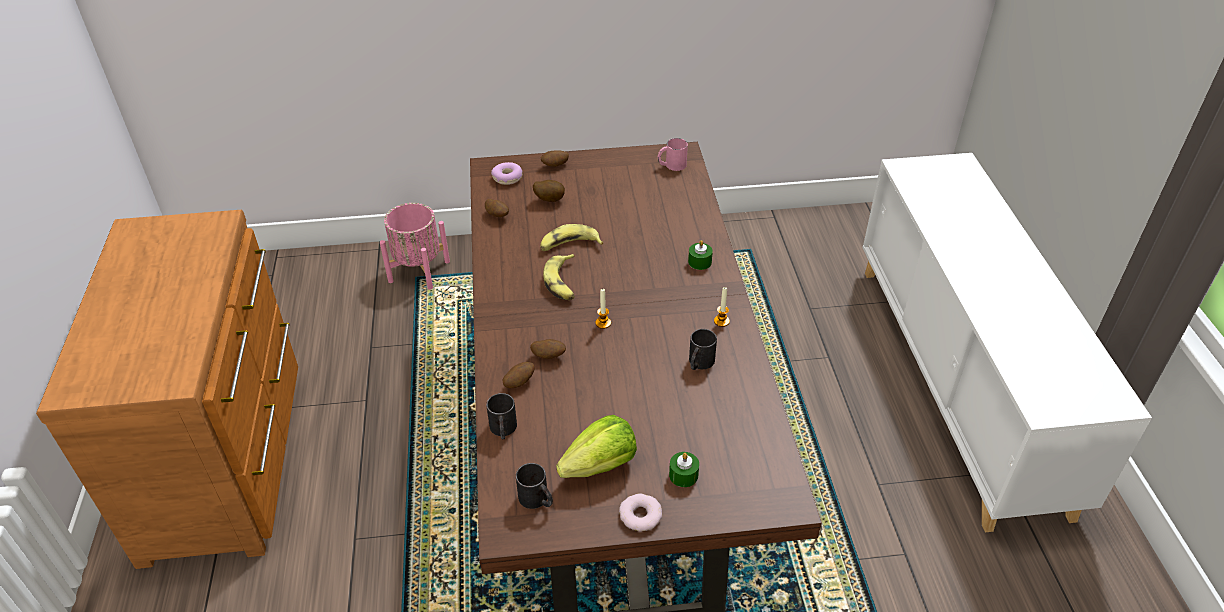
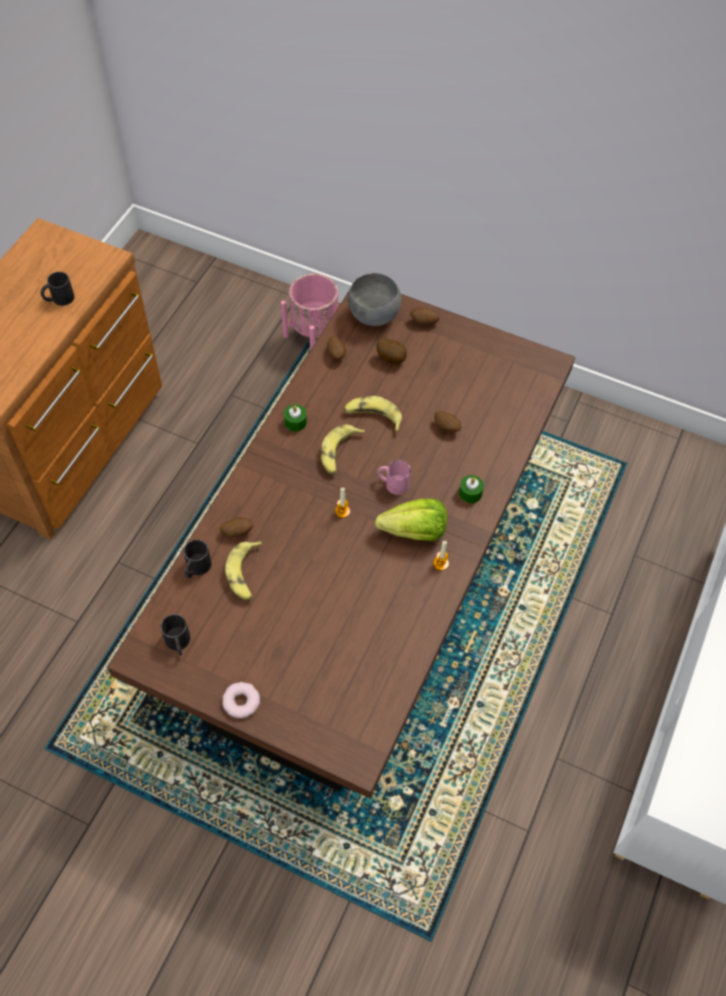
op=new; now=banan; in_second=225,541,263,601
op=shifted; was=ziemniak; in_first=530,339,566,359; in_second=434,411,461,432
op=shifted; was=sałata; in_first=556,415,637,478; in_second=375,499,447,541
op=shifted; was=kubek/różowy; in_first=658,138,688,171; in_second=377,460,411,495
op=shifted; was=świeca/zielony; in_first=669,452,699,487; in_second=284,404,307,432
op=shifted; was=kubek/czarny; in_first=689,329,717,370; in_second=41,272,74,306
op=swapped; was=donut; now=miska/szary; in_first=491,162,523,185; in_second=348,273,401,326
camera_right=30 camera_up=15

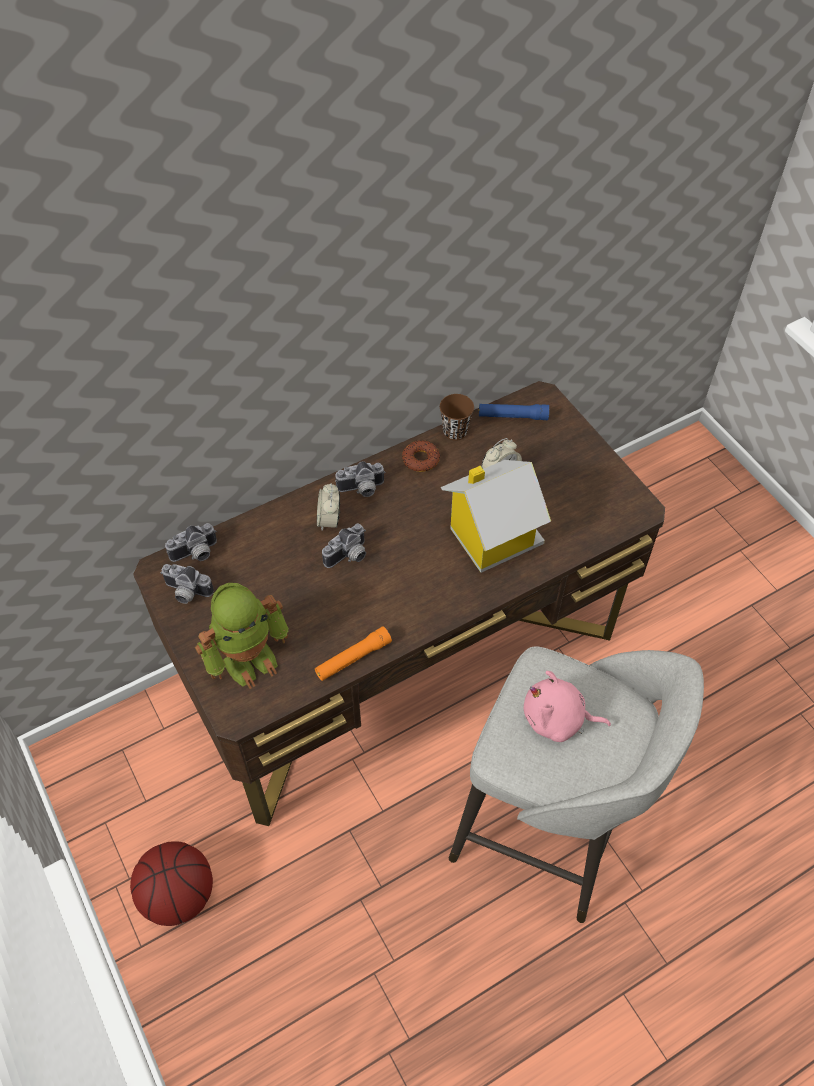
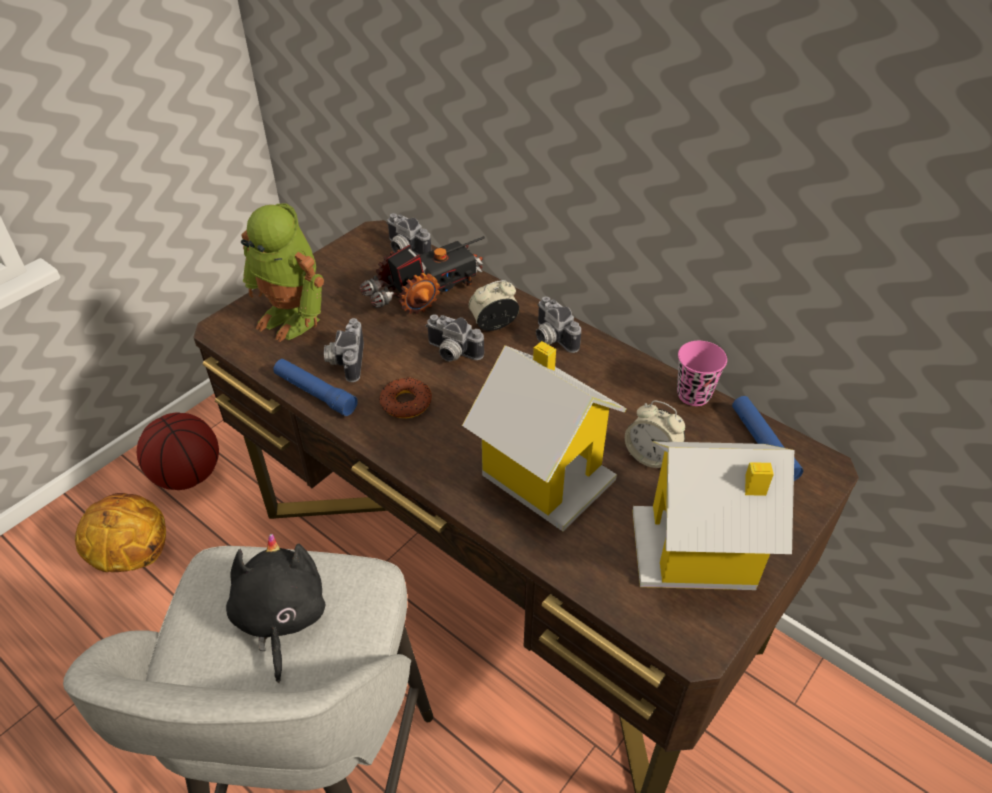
op=new; now=piłka do koszykówki; in_second=75,493,166,572
op=new; now=ciężarówka zabawkowa; in_second=360,236,485,314
op=new; now=domek; in_second=632,441,794,590
op=shifted; was=aparat fotograficzny; in_first=160,564,214,604; in_second=324,318,364,382
op=shifted; was=donut; in_first=402,440,440,472; in_second=379,377,432,418
op=repainted; was=latarka/pomarańczowy; now=latarka/niebieski; in_first=315,626,392,681; in_second=273,359,358,416
op=repainted; was=filiżanka/brązowy; now=filiżanka/różowy; in_first=440,394,474,441; in_second=677,341,727,406
op=repainted; was=pluszak/różowy; now=pluszak/czarny; in_first=524,671,611,742; in_second=226,534,325,683
camera_right=70 camera_up=-10

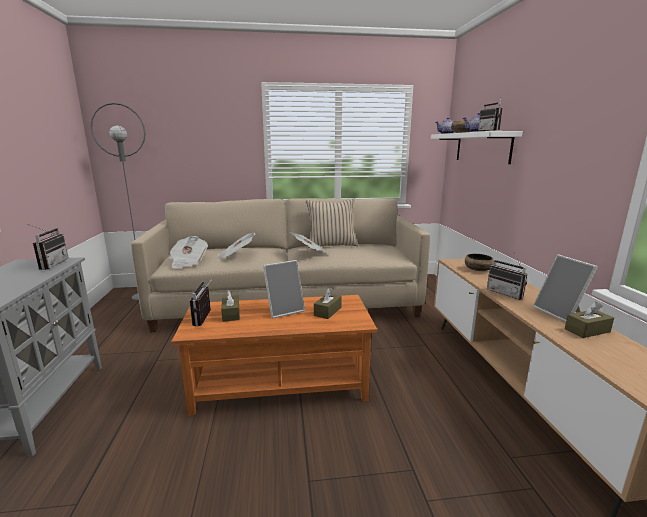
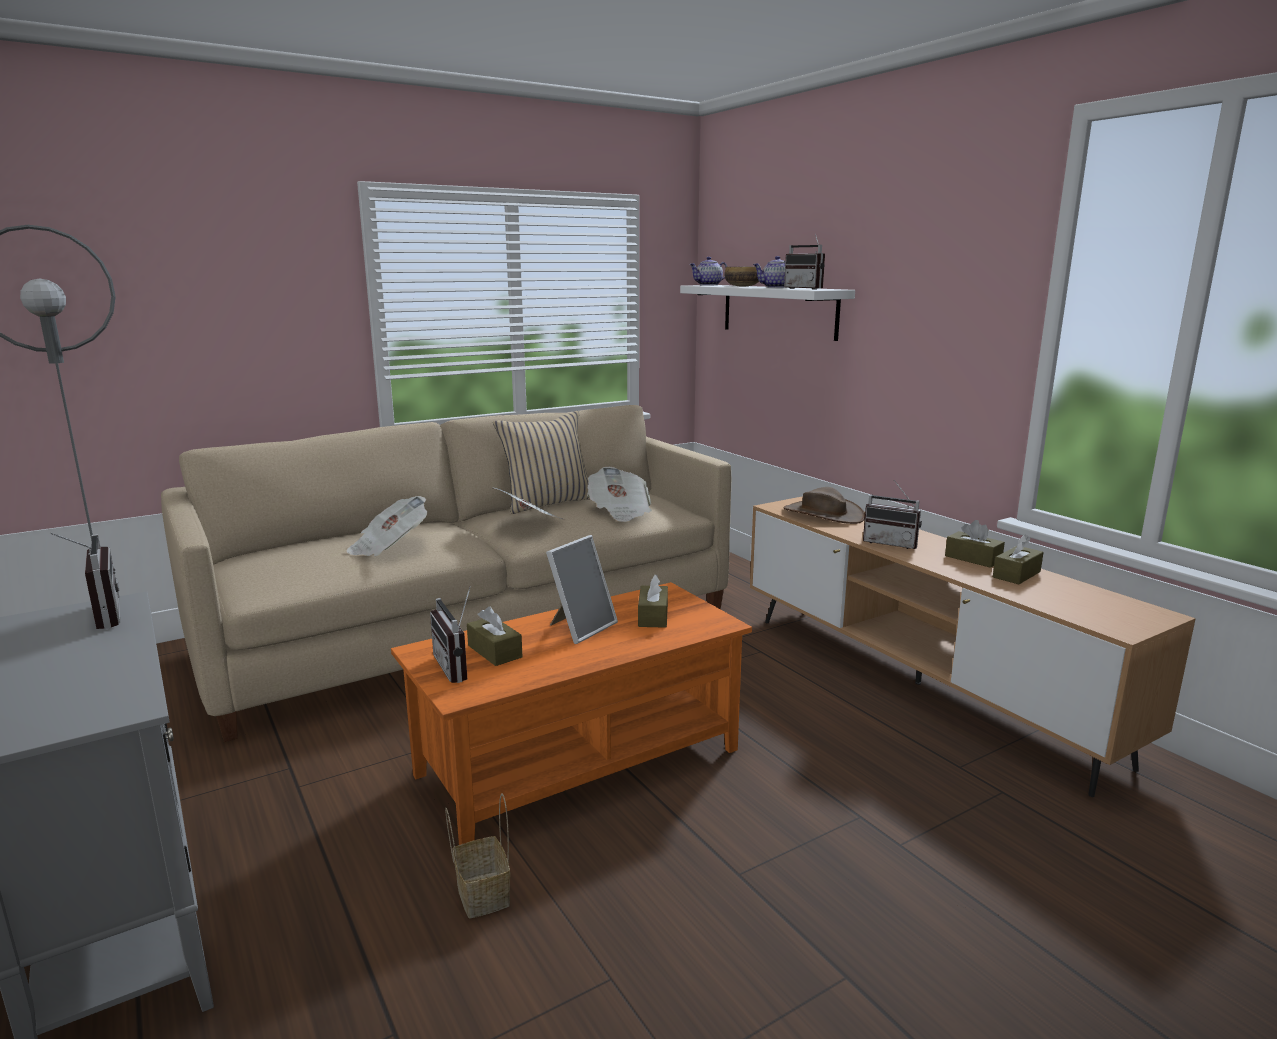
op=new; now=koszyk; in_second=445,793,510,918
op=shifted; was=gazeta; in_first=169,236,208,268; in_second=588,467,652,522
op=swapped; was=miska; now=kapelusz/brązowy; in_first=465,254,493,271; in_second=783,487,865,524
op=swapped; was=ramka na zdjęcie; now=pudełko chusteczek/brązowy; in_first=533,254,598,322; in_second=945,520,1005,568
camera_right=-25 camera_up=0

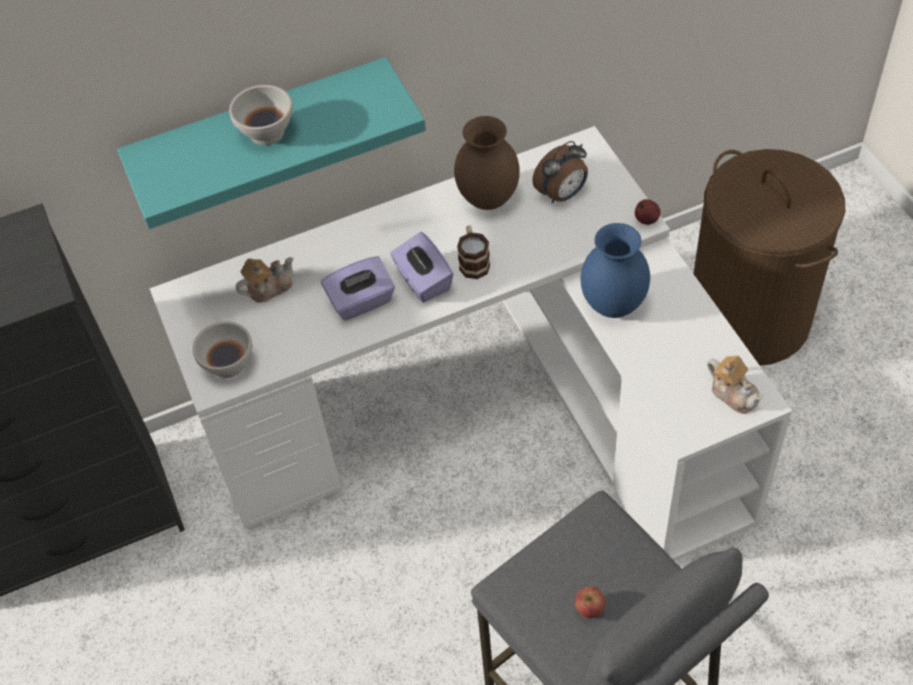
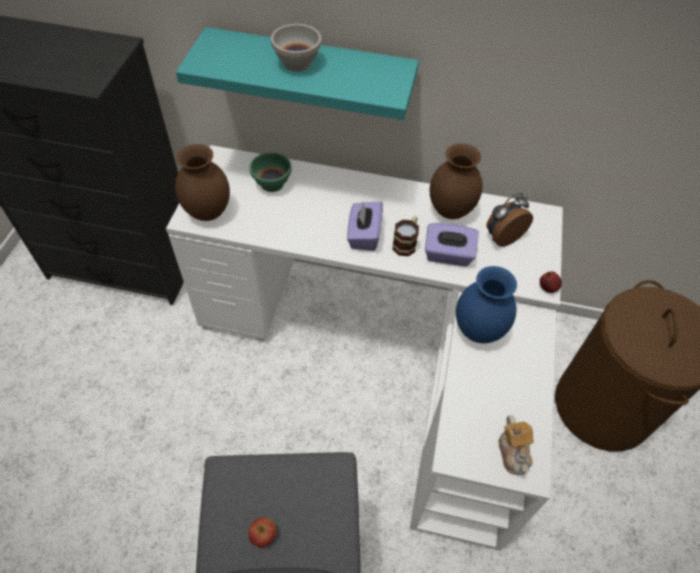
op=shifted; was=pudełko chusteczek/fioletowy; in_first=321,256,395,321; in_second=425,223,479,266
op=swapped; was=miska/biały; now=wazon/brązowy; in_first=193,321,252,378; in_second=175,144,230,221
op=swapped; was=imbryk; now=miska/zielony; in_first=235,257,293,303; in_second=250,152,292,192
op=rotated; was=budzik; in_first=532,141,588,203; in_second=486,193,533,247; clockwise=150
camera_right=30 camera_up=0

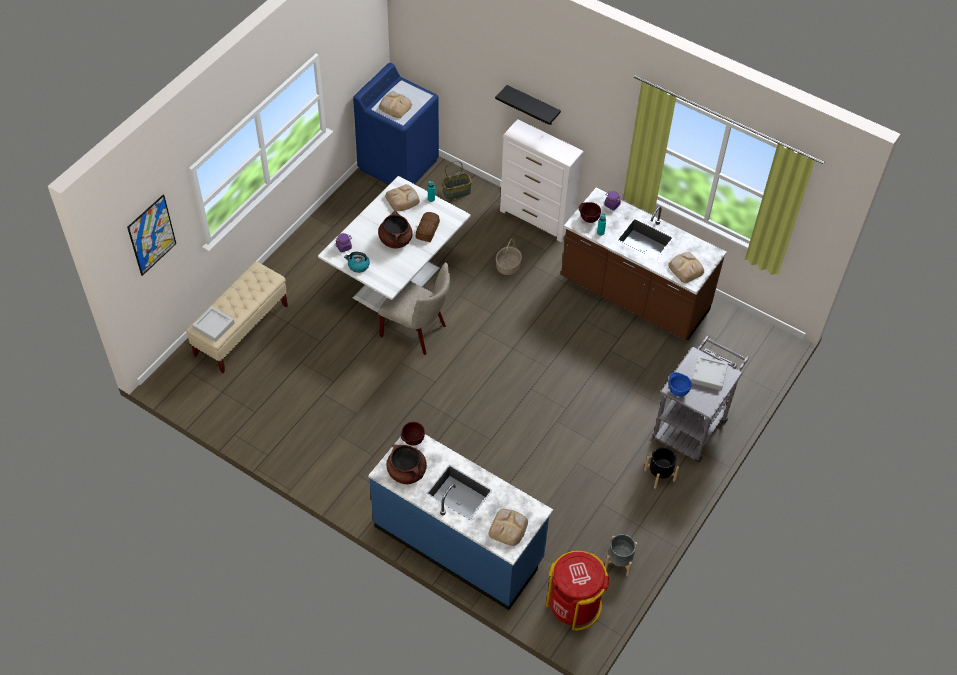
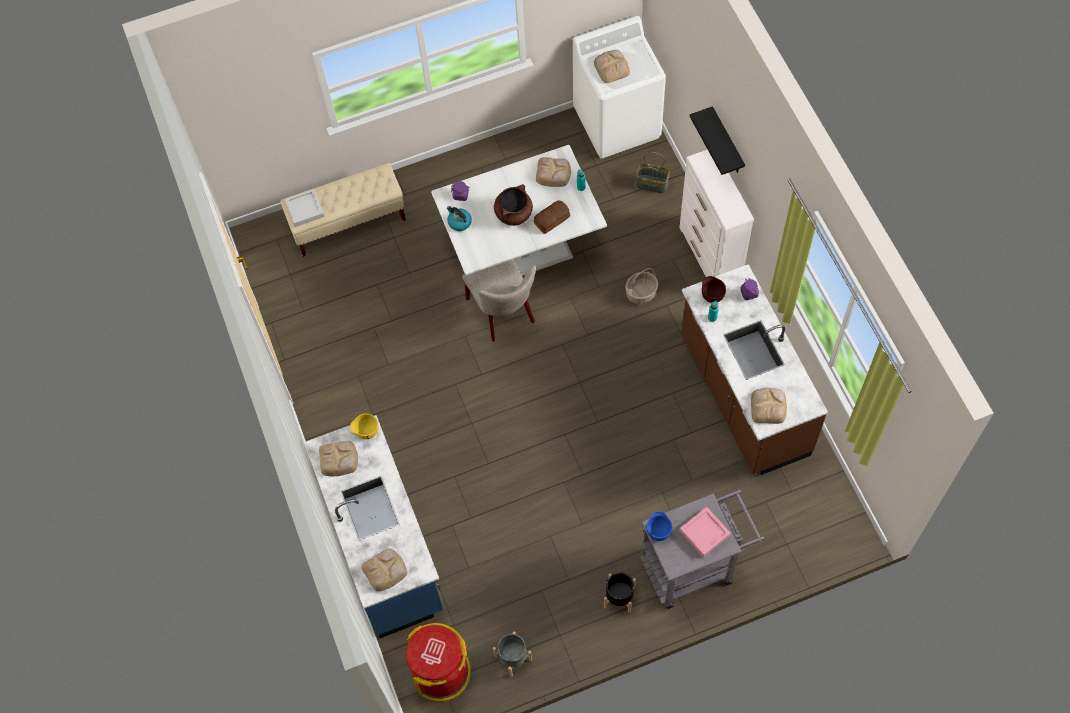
op=gone; was=obraz; in_first=127,195,176,276
op=swapped; was=garnek/brązowy; now=chleb; in_first=387,444,427,484; in_second=319,441,358,476
op=repainted; was=pralka/niebieski; now=pralka/biały; in_first=353,63,439,185; in_second=573,16,666,159
op=repainted; was=miska/brązowy; now=miska/żółty; in_first=401,422,425,446; in_second=350,414,379,439
op=repainted; was=taca/szary; now=taca/różowy; in_first=691,355,728,390; in_second=679,507,730,557
camera_right=40 camera_up=10

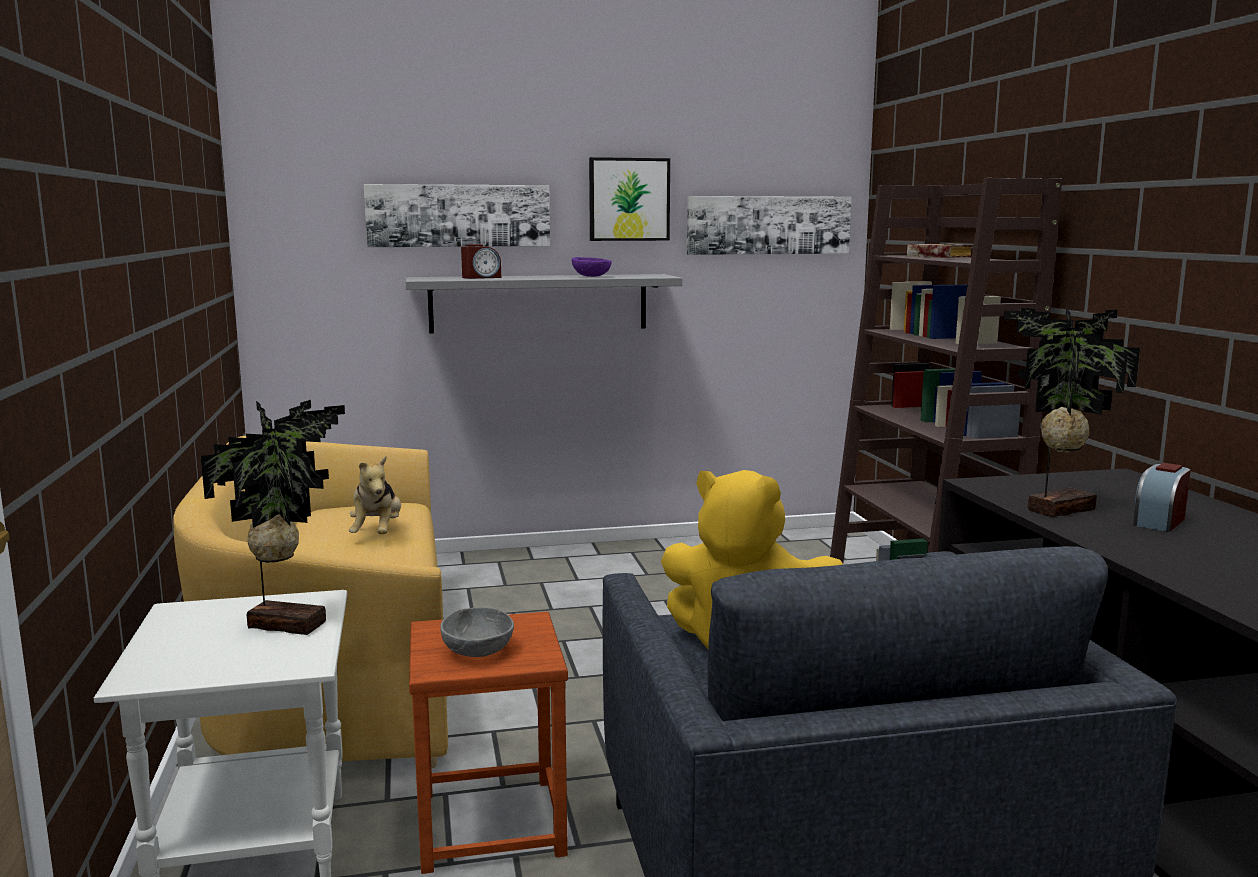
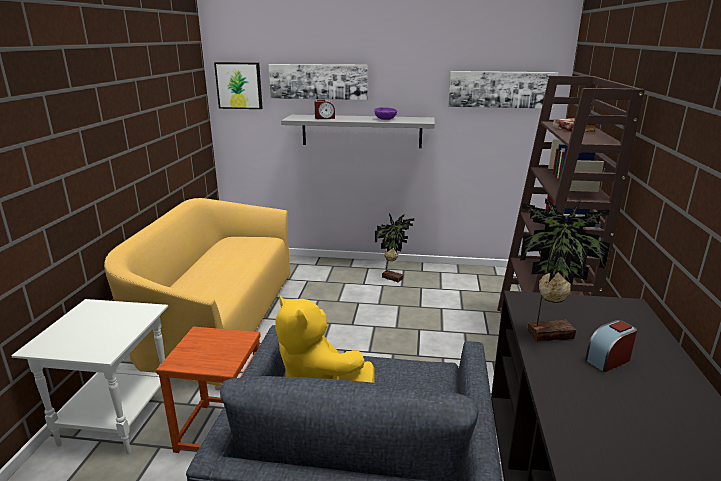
op=gone; was=pluszak; in_first=349,456,401,534
op=gone; was=miska/szary; in_first=440,607,514,657
op=shifted; was=roślina doniczkowa; in_first=201,400,345,635; in_second=375,213,414,282
op=shifted; was=obraz; in_first=589,157,670,241; in_second=214,62,263,109
camera_right=20 camera_up=10

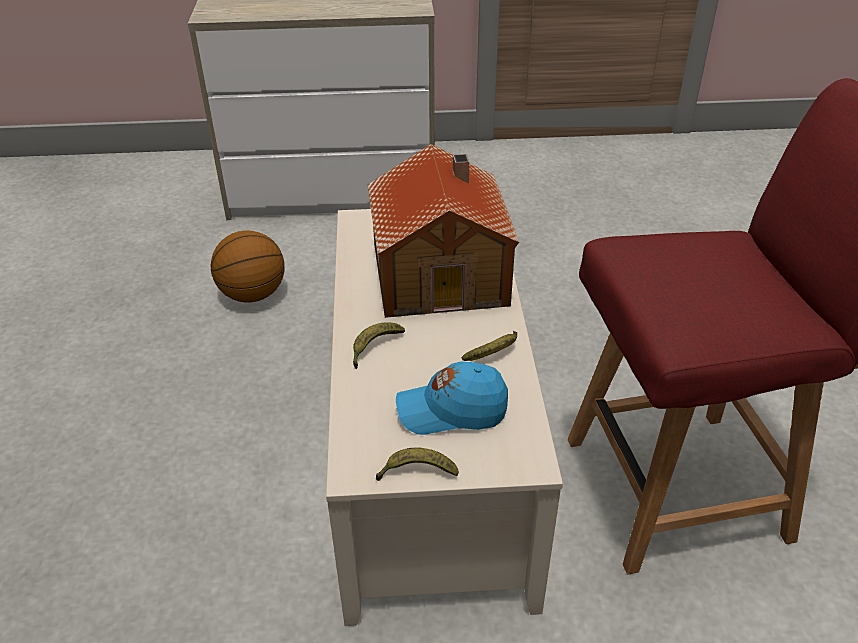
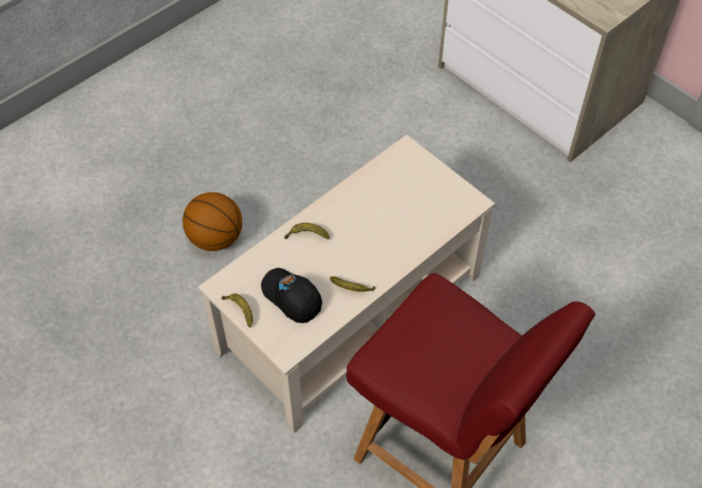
op=gone; was=domek; in_first=367,144,519,318
op=shifted; was=piłka do koszykówki; in_first=210,230,285,302; in_second=183,192,242,251
op=repainted; was=czapka z daszkiem/niebieski; now=czapka z daszkiem/czarny; in_first=396,361,508,435; in_second=261,268,322,323
camera_right=50 camera_up=15

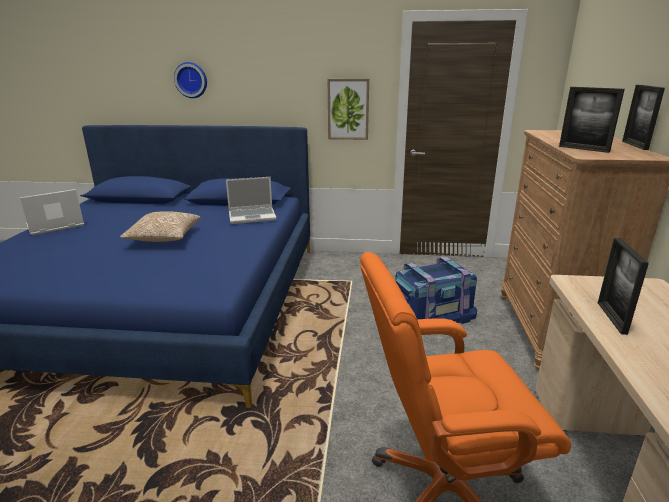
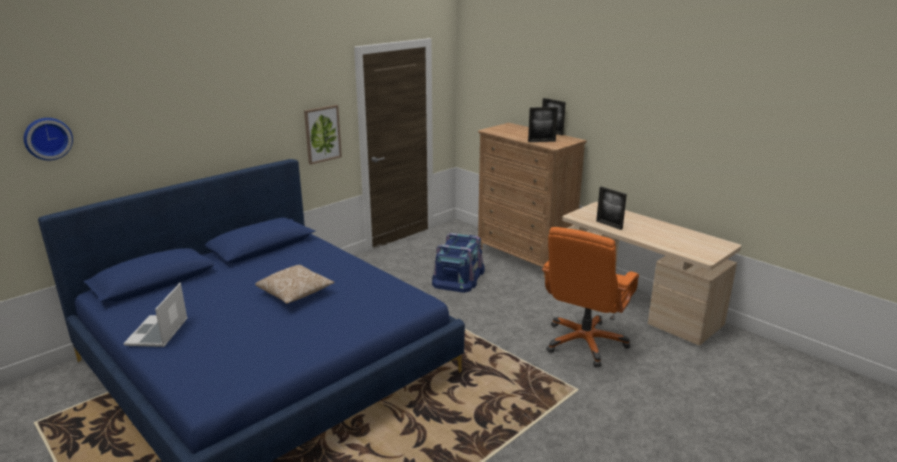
op=gone; was=laptop; in_first=226,177,277,224
op=shifted; was=zegar ścienny; in_first=174,62,207,98; in_second=24,118,73,160
camera_right=-50 camera_up=0

